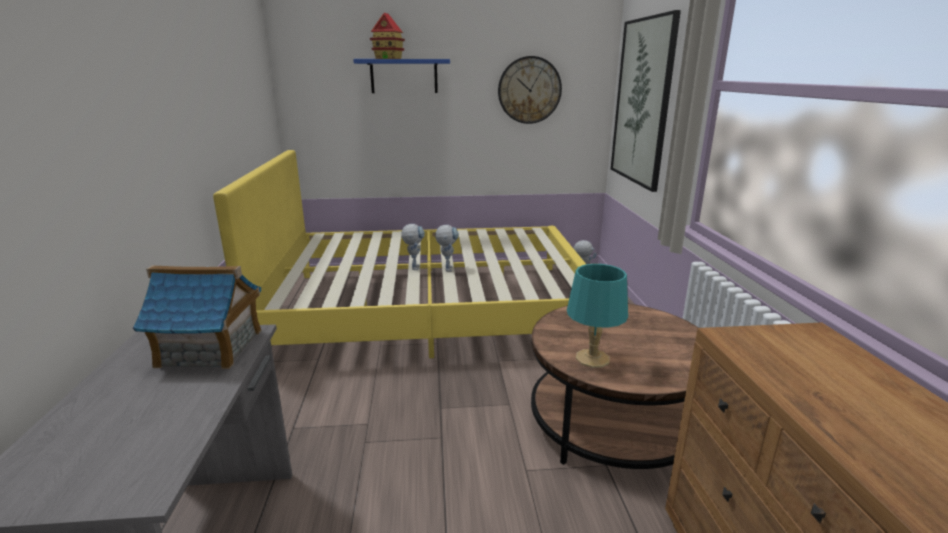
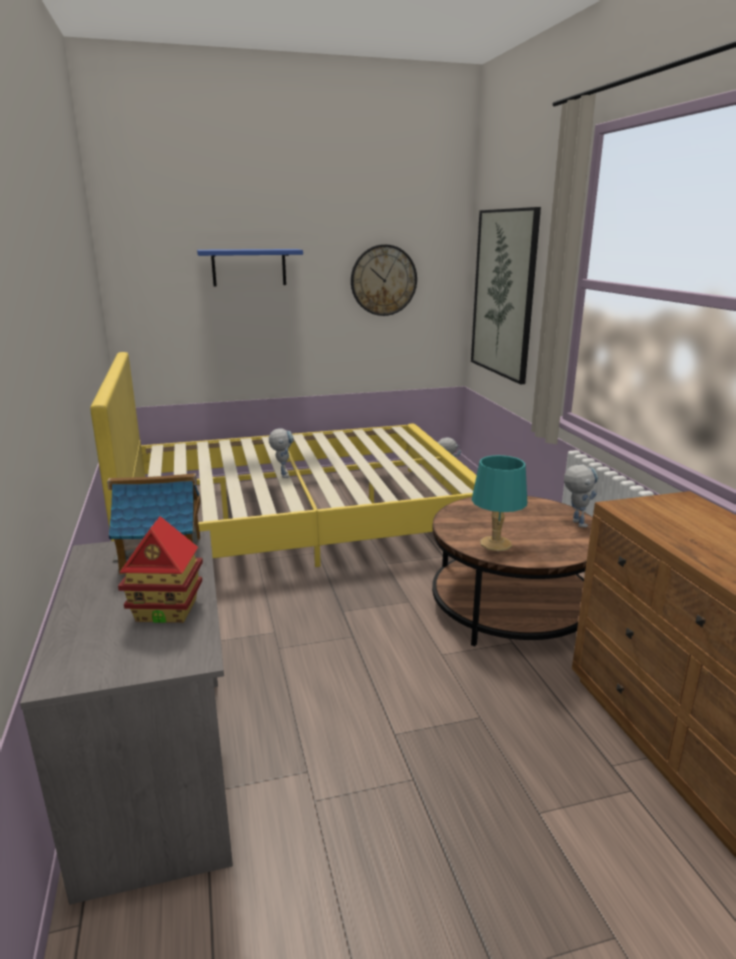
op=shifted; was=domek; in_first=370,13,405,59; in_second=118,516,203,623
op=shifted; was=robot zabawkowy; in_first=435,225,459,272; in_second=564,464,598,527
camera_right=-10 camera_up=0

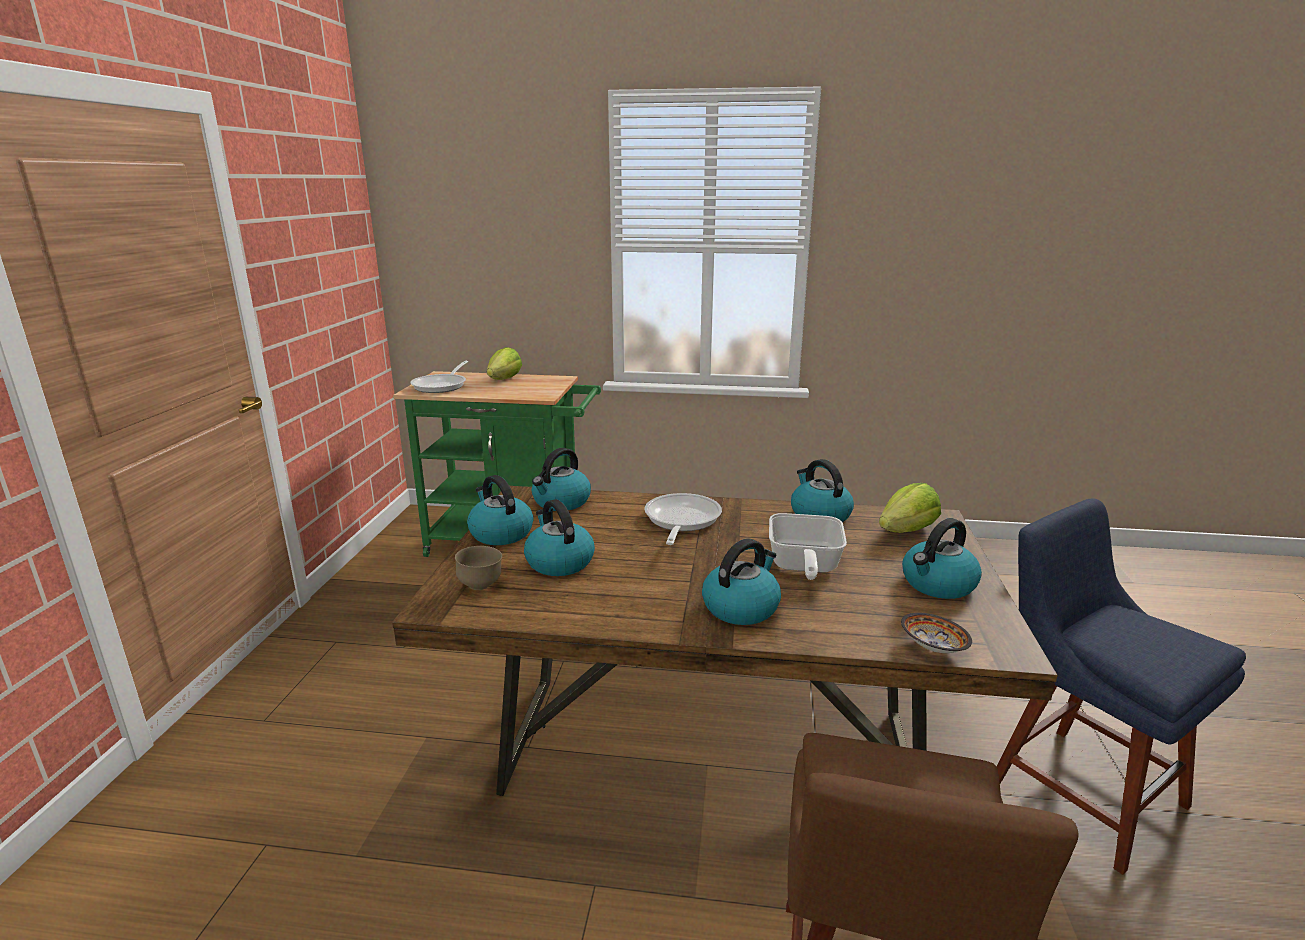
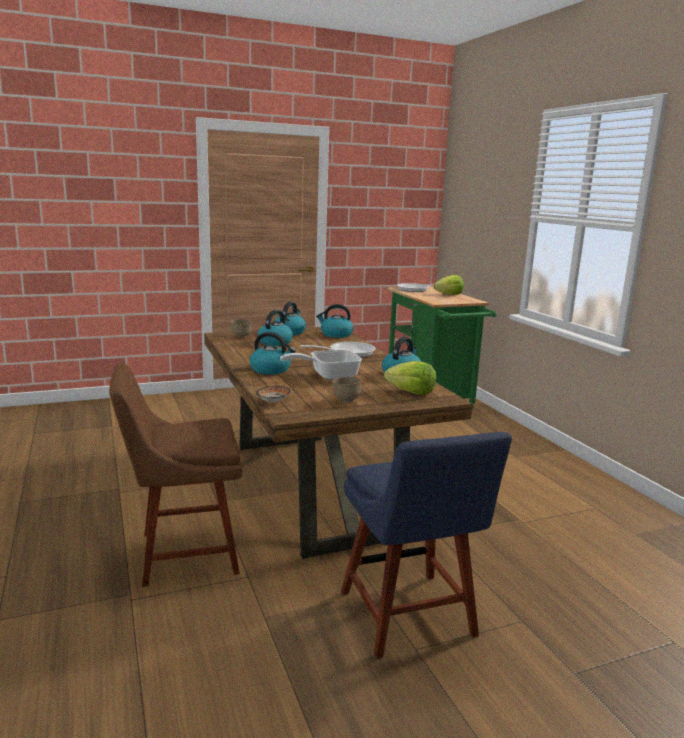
op=swapped; was=czajnik; now=miska/brązowy; in_first=902,518,982,599; in_second=332,377,361,403
op=rotated; was=krzesło/niebieski; in_first=996,499,1246,875; in_second=341,432,512,659; clockwise=135
camera_right=60 camera_up=-5

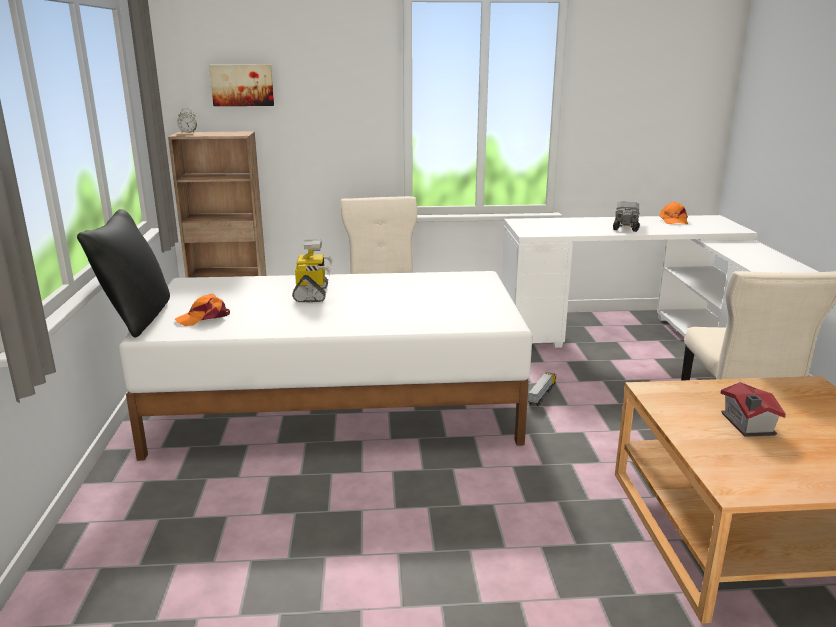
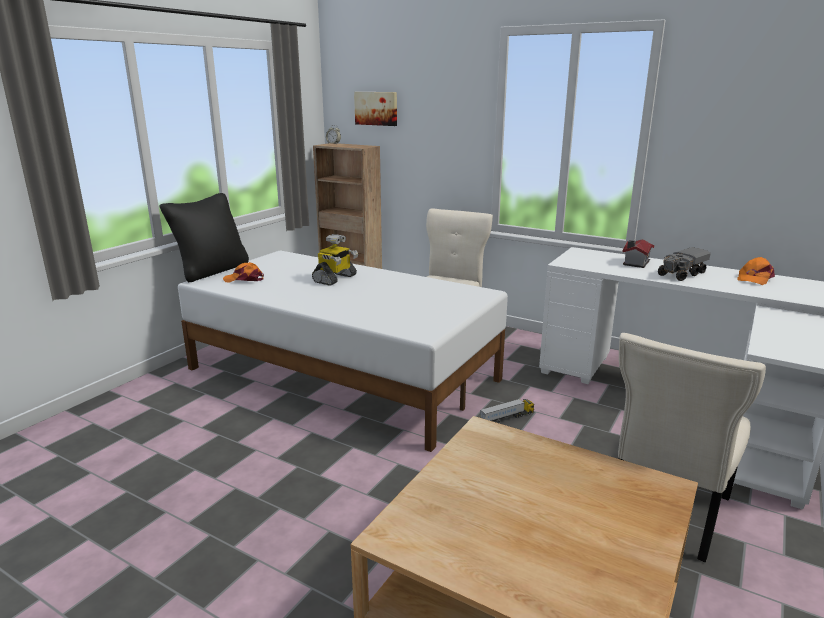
op=shifted; was=domek; in_first=720,382,786,437; in_second=623,239,654,268
camera_right=35 camera_up=0

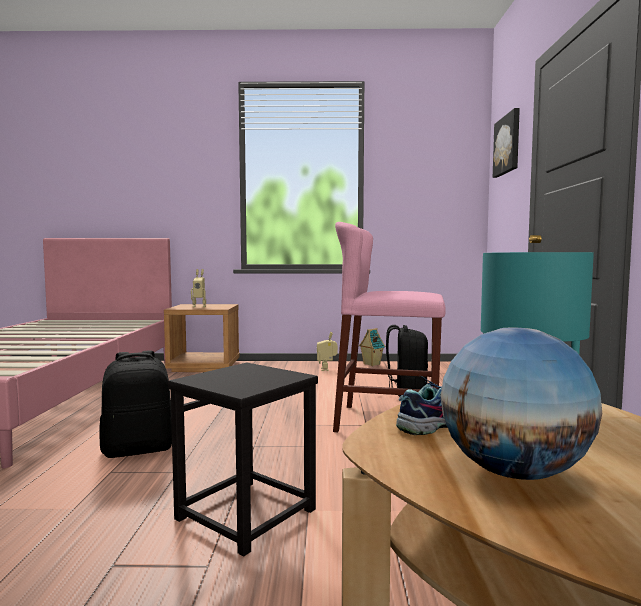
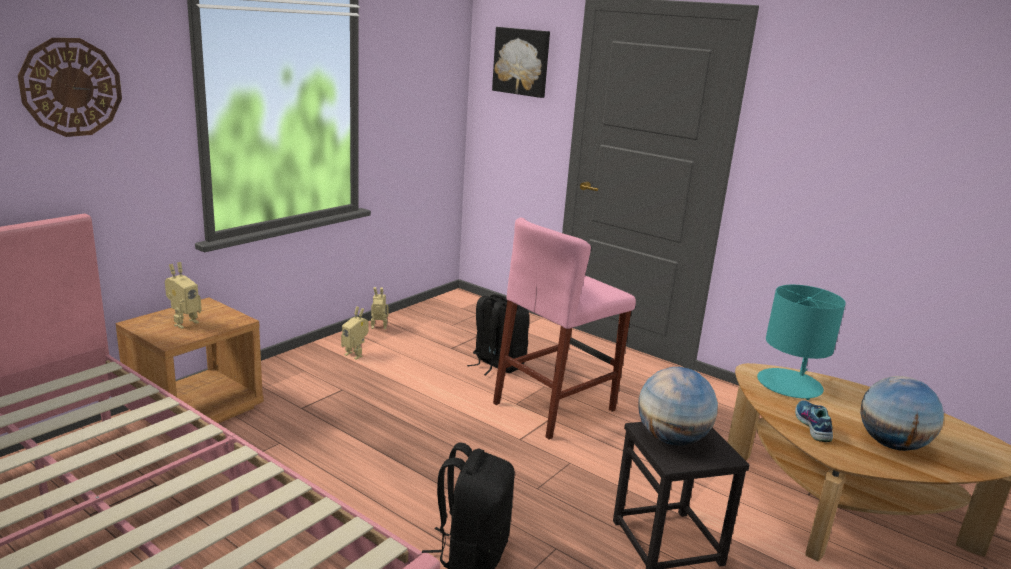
op=new; now=zegar ścienny; in_second=18,38,122,137
op=new; now=globus; in_second=638,367,718,446
op=swapped; was=domek; now=robot zabawkowy; in_first=359,328,385,366; in_second=371,287,389,329
camera_right=-55 camera_up=15

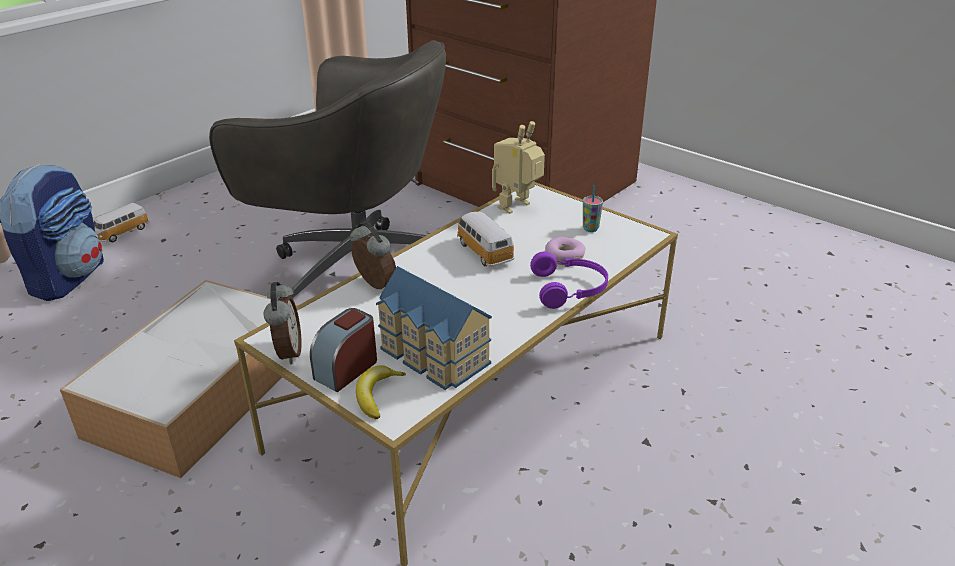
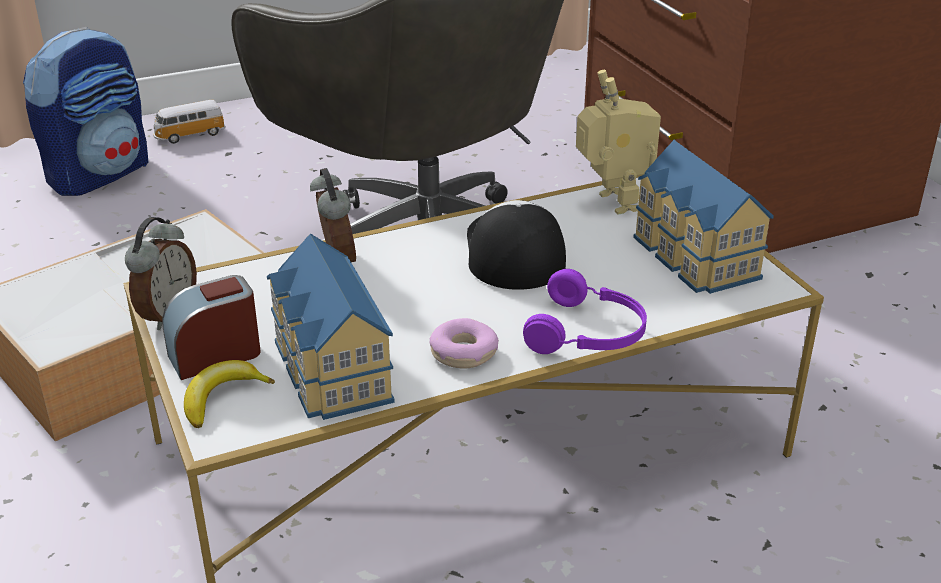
op=shifted; was=donut; in_first=545,237,586,265; in_second=430,318,499,369
op=swapped; was=samochodzik; now=czapka z daszkiem; in_first=456,212,515,267; in_second=467,200,566,290
op=swapped; was=filiżanka; now=domek; in_first=583,185,603,232; in_second=633,140,774,294
op=rotated; was=robot zabawkowy; in_first=492,121,545,214; in_second=576,70,661,214; clockwise=90
camera_right=25 camera_up=0

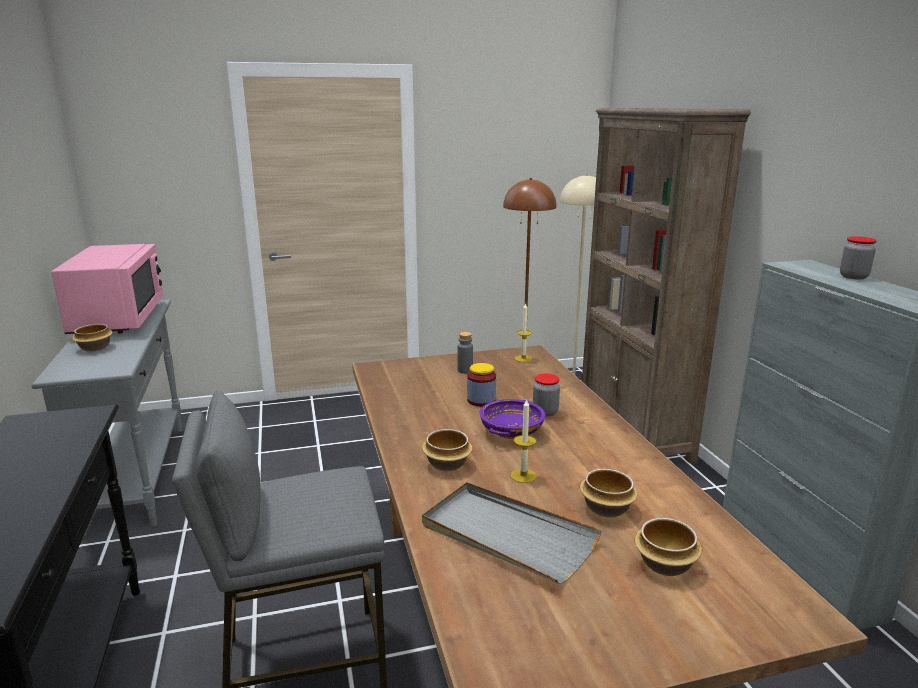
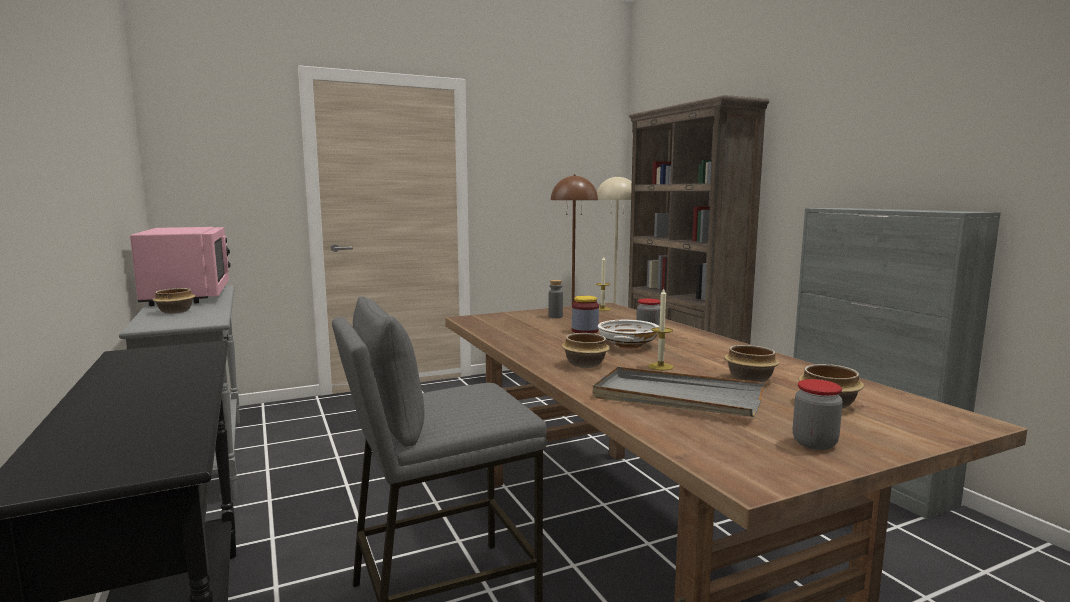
op=shifted; was=słoik; in_first=840,236,877,280; in_second=793,379,843,450
op=repainted; was=miska/fioletowy; now=miska/biały; in_first=479,399,546,439; in_second=598,320,659,349
camera_right=-10 camera_up=-10

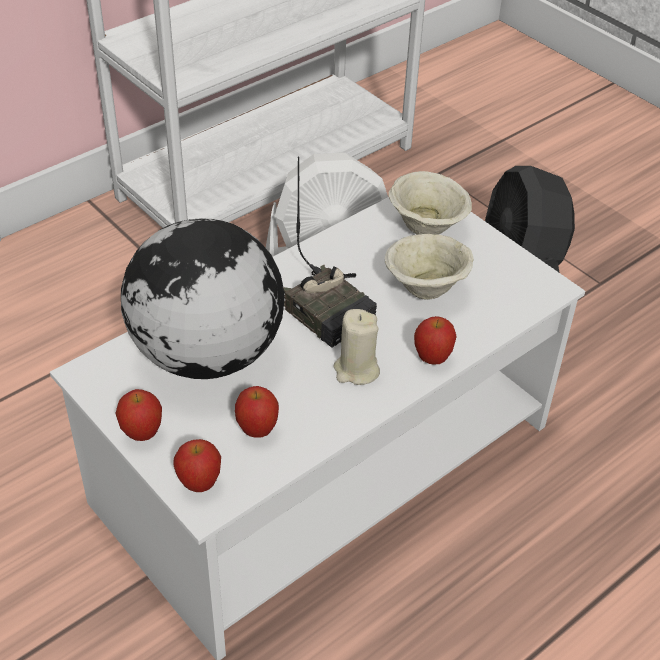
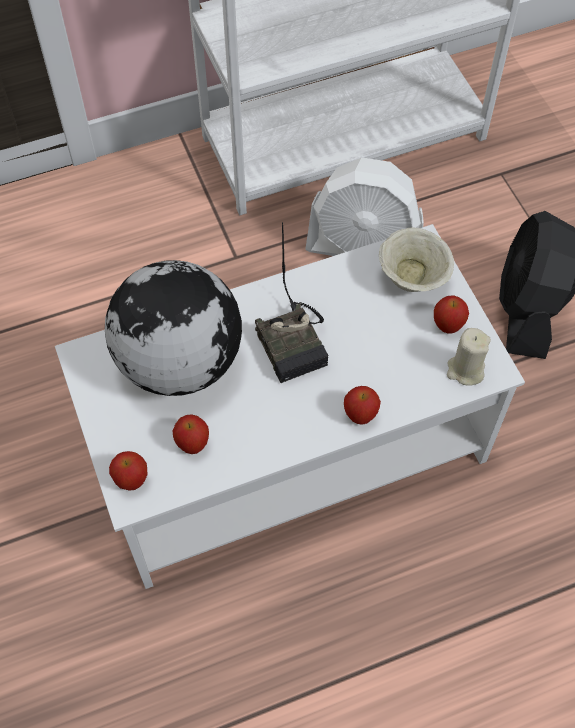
op=gone; was=miska/beżowy; in_first=385,234,474,300
op=shifted; was=jabłko; in_first=115,389,162,441; in_second=434,295,469,333
op=shifted; was=świeca/beżowy; in_first=334,309,380,385; in_second=447,328,491,386
camera_right=20 camera_up=15

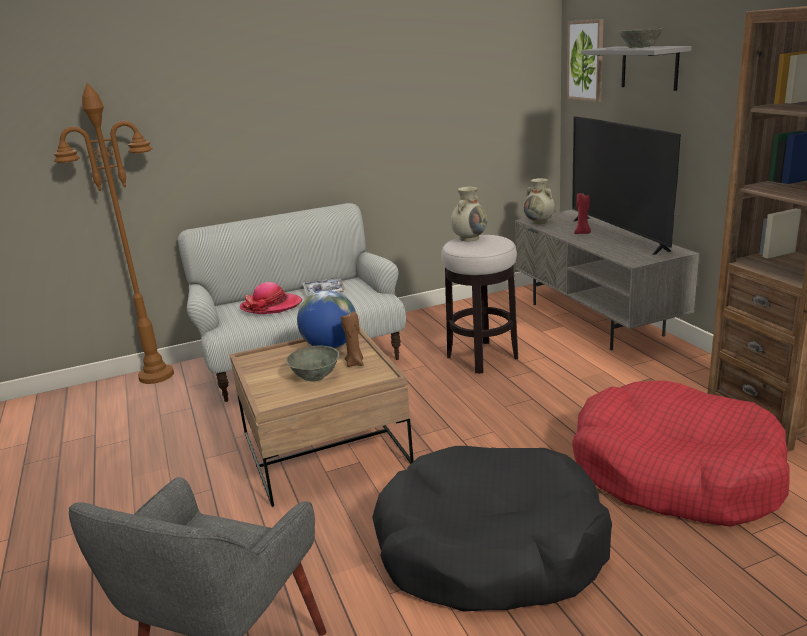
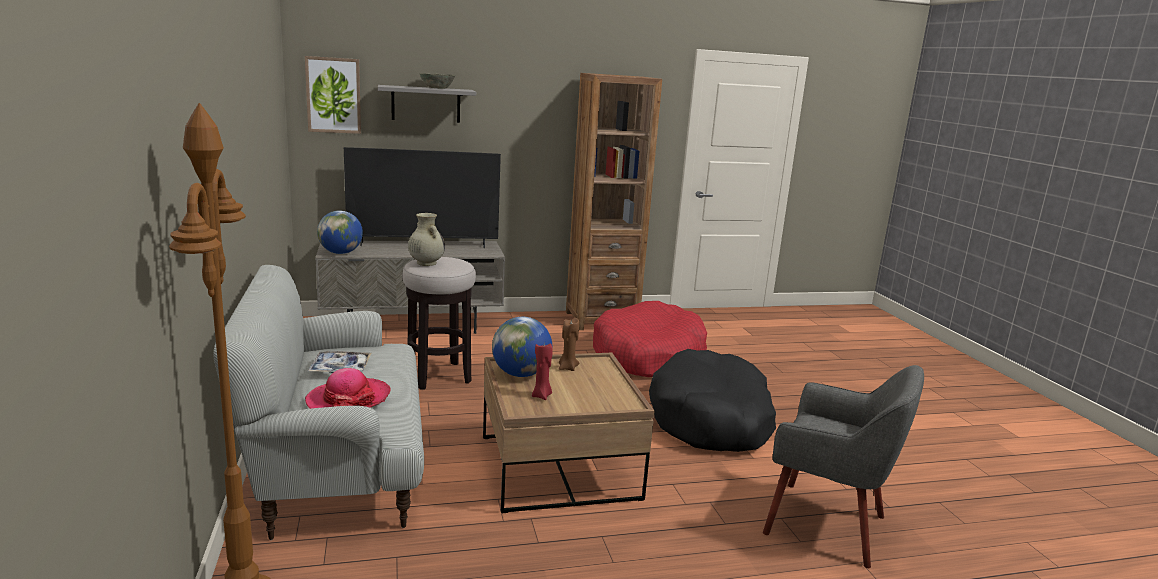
op=gone; was=miska/szary; in_first=286,346,339,382
op=shifted; was=świeca/czerwony; in_first=574,193,591,234; in_second=532,344,553,400
op=swapped; was=wazon/beżowy; now=globus; in_first=523,178,555,224; in_second=317,211,363,254
camera_right=-85 camera_up=-5

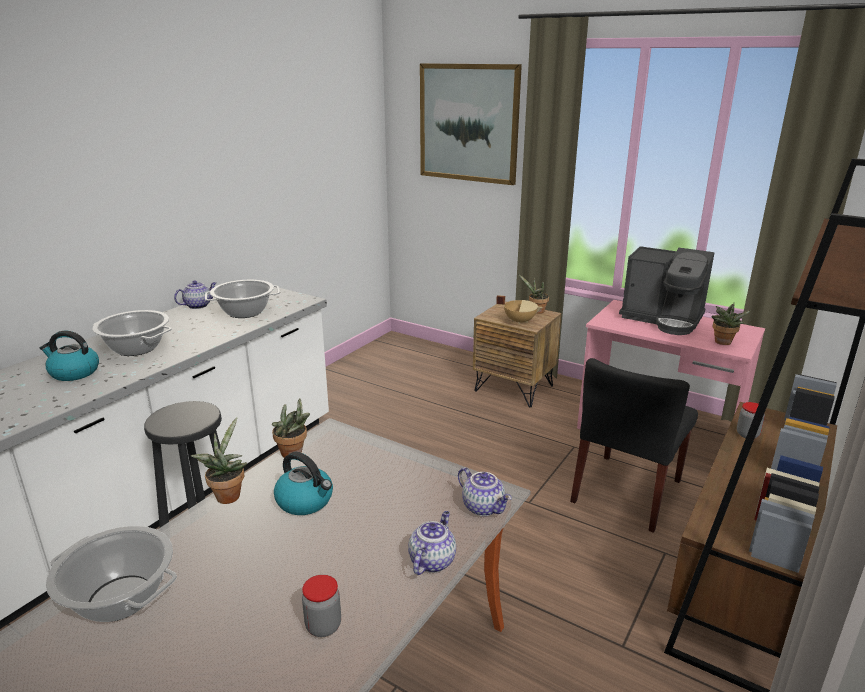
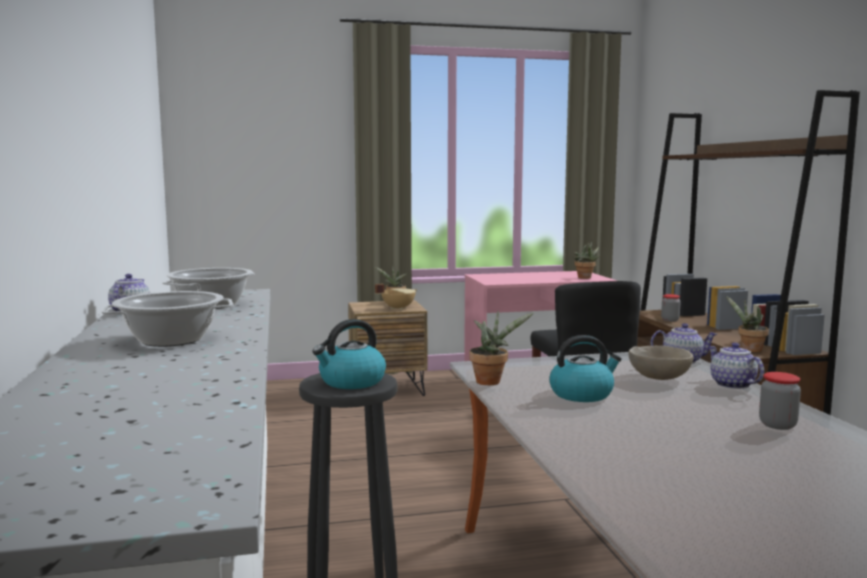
op=gone; was=garnek; in_first=46,526,177,622
op=gone; was=obraz; in_first=420,63,522,185
op=gone; was=ekspres do kawy; in_first=619,246,714,335
op=new; now=miska/beżowy; in_second=629,346,693,380
op=shifted; was=czajnik; in_first=40,331,99,381; in_second=312,319,386,389
op=shifted; was=roślina doniczkowa; in_first=191,417,247,504; in_second=726,296,769,352
camera_right=-45 camera_up=-15

